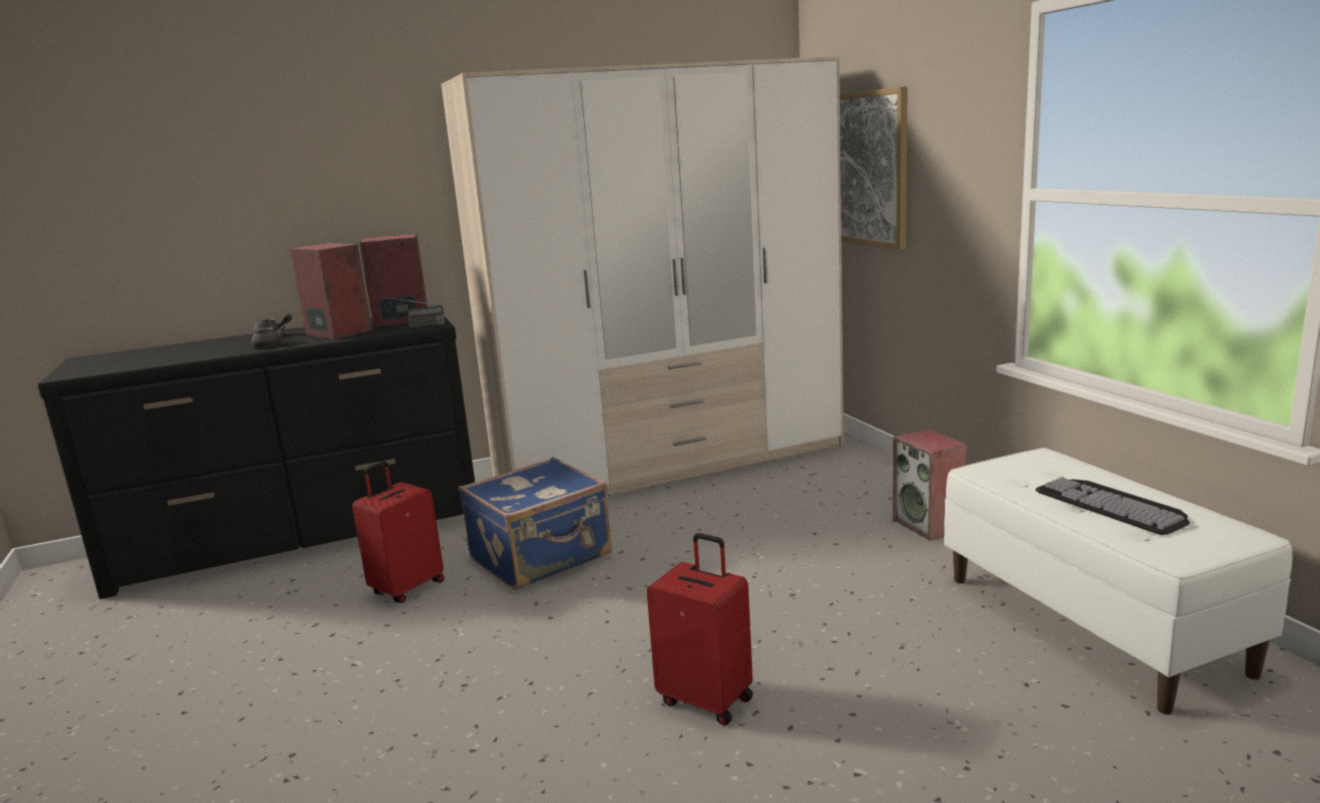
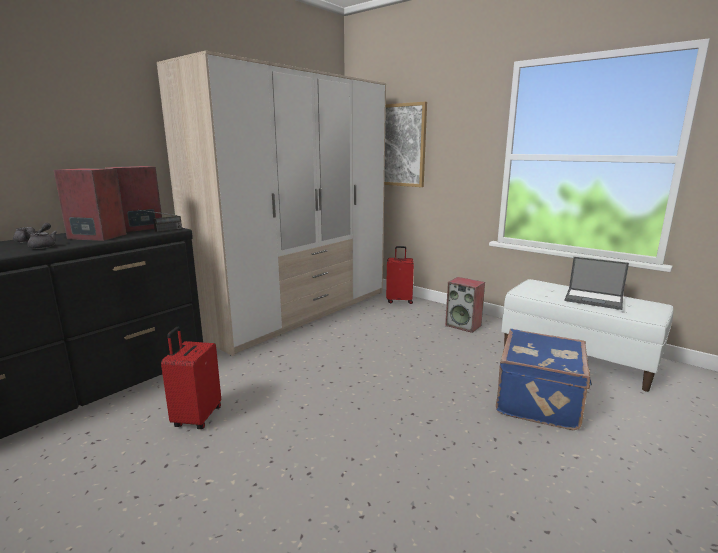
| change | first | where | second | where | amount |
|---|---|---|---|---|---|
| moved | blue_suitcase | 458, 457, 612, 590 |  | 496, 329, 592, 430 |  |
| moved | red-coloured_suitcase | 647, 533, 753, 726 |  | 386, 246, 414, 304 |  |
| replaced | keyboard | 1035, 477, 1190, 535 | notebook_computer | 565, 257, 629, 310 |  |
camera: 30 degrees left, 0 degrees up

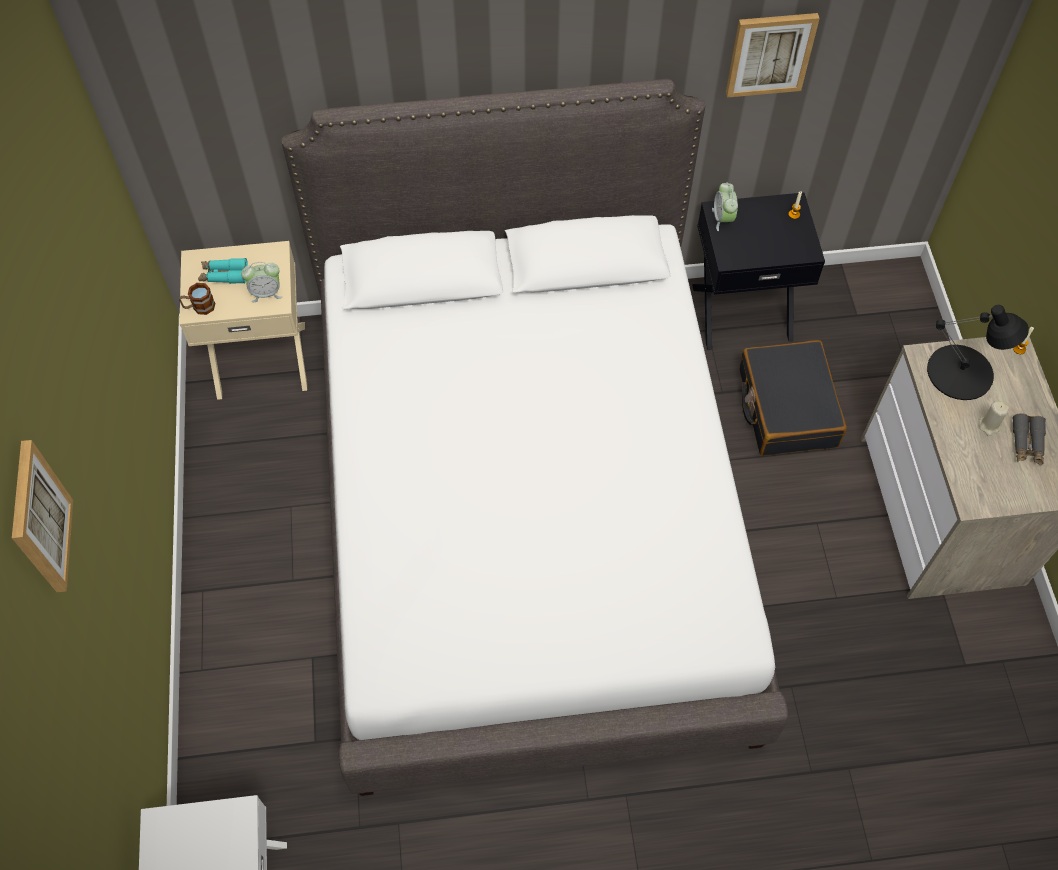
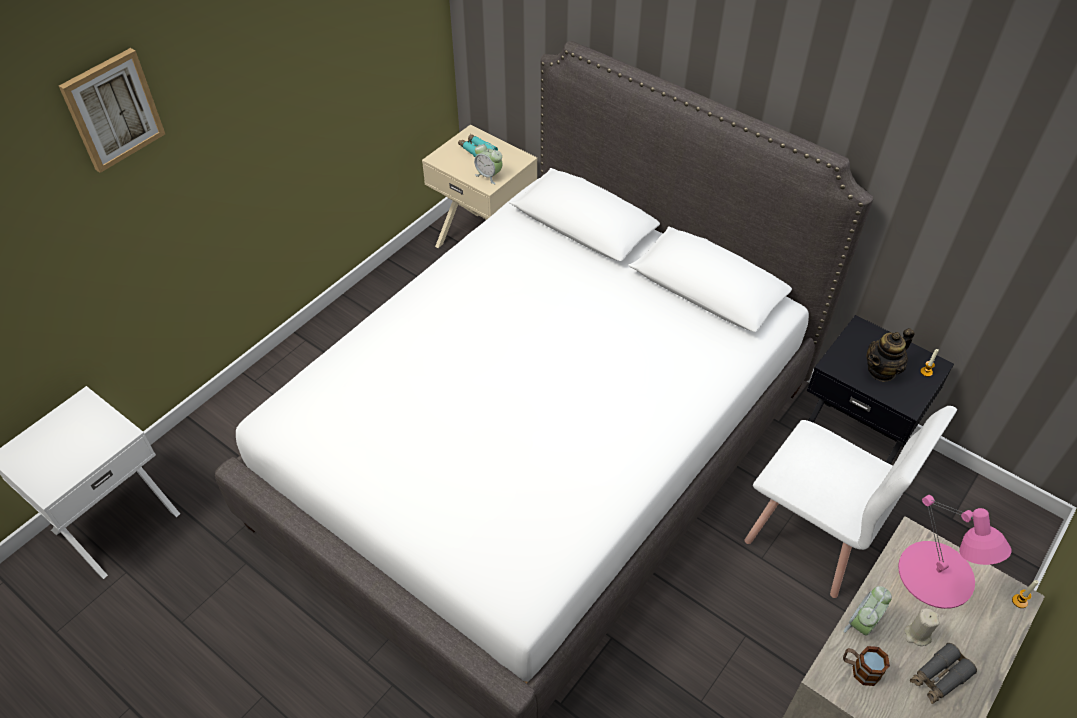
| change | first | where | second | where | amount |
|---|---|---|---|---|---|
| removed | picture | 726, 13, 820, 97 |  |  |  |
| added |  |  | teapot | 866, 328, 914, 382 |  |
| moved | coffee_mug | 179, 283, 216, 315 |  | 843, 646, 890, 686 |  |
| moved | bedside_clock | 712, 182, 738, 231 |  | 843, 586, 892, 636 |  |
| replaced | black-coloured_suitcase | 739, 340, 847, 456 | white-coloured_upright_chair | 745, 406, 957, 598 |  |
| recoloured | black-coloured_tabletop_lamp | 927, 305, 1029, 400 | pinkish_tabletop_lamp | 898, 495, 1012, 609 |  |
camera: 45 degrees right, 10 degrees down

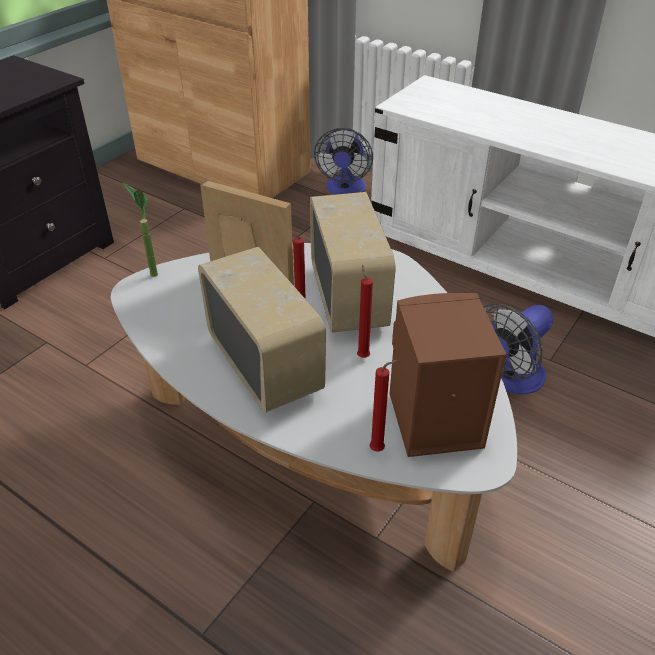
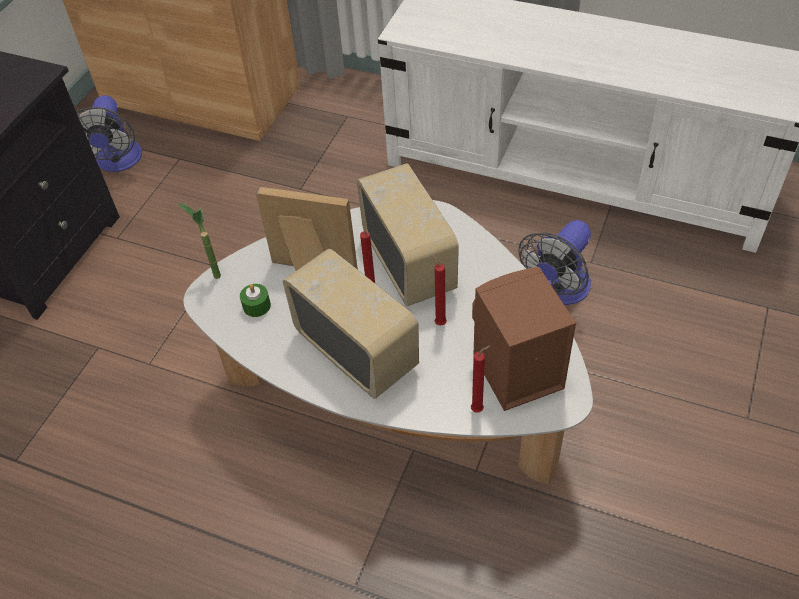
| change | first | where | second | where | amount |
|---|---|---|---|---|---|
| added |  |  | green-coloured_wax_light | 240, 284, 271, 317 |  |
| moved | electric_fan | 314, 128, 373, 195 |  | 76, 95, 142, 172 |  |
camera: 10 degrees left, 10 degrees up

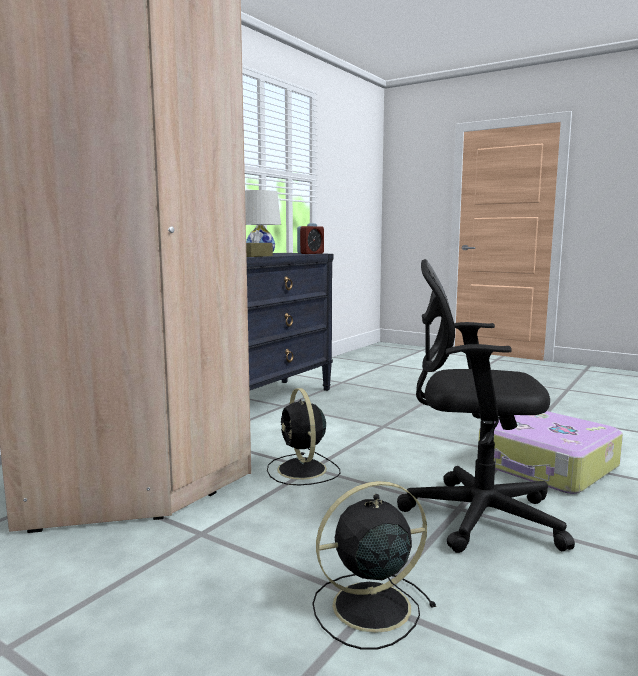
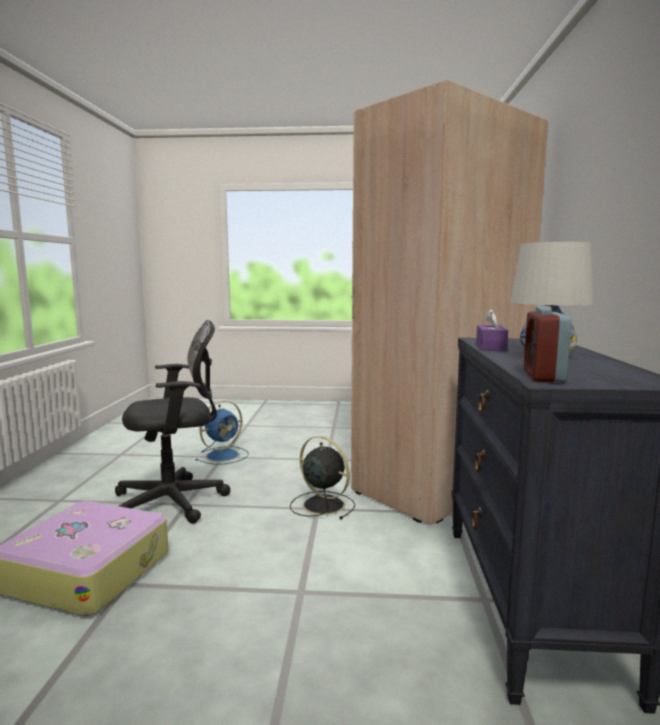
| change | first | where | second | where | amount |
|---|---|---|---|---|---|
| recoloured | brown_tissue_holder | 246, 230, 273, 257 | purple_tissue_holder | 476, 308, 508, 351 |  |
| recoloured | black-coloured_electric_fan | 312, 481, 437, 650 | blue_electric_fan | 195, 401, 249, 465 |  |
camera: 150 degrees right, 0 degrees up

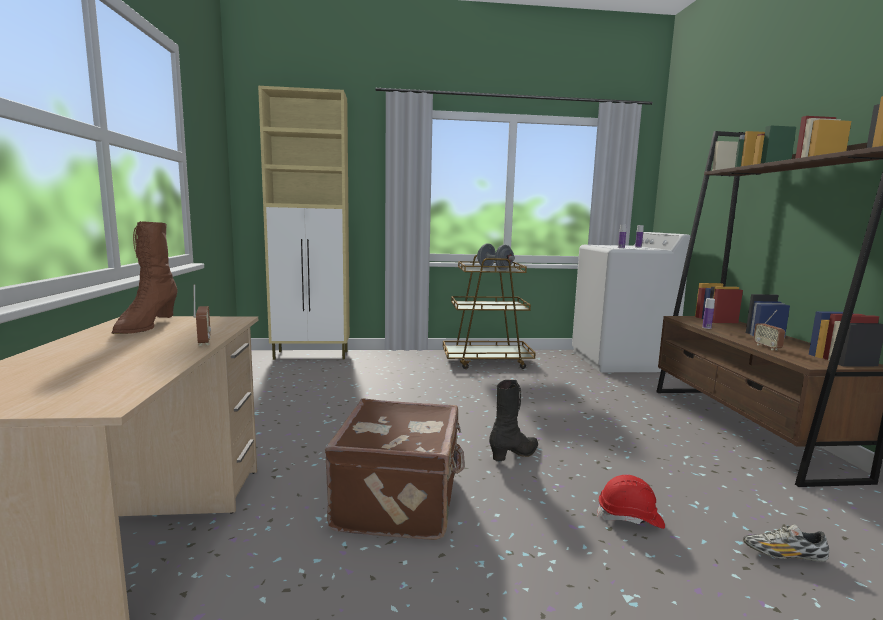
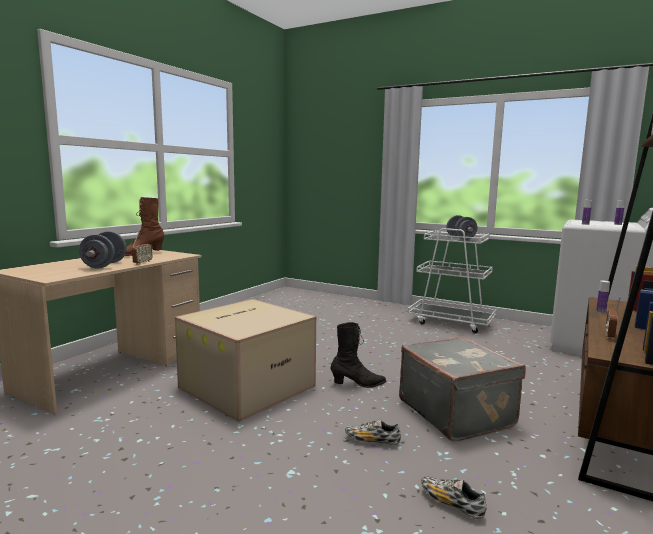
| change | first | where | second | where | amount |
|---|---|---|---|---|---|
| removed | beige_cabinet | 258, 86, 350, 360 |  |  |  |
| added |  |  | grey_dumbbell | 79, 231, 127, 268 |  |
| added |  |  | grey_suitcase | 399, 336, 526, 441 |  |
| replaced | brown_suitcase | 325, 399, 465, 540 | cardboard_box | 175, 299, 316, 422 |  |
| replaced | red-coloured_hard_hat | 597, 475, 665, 529 | low_shoe | 345, 419, 401, 445 |  |
| recoloured | brown_trolley | 443, 255, 536, 369 | white-coloured_trolley | 408, 228, 496, 333 |  |
camera: 35 degrees right, 0 degrees up

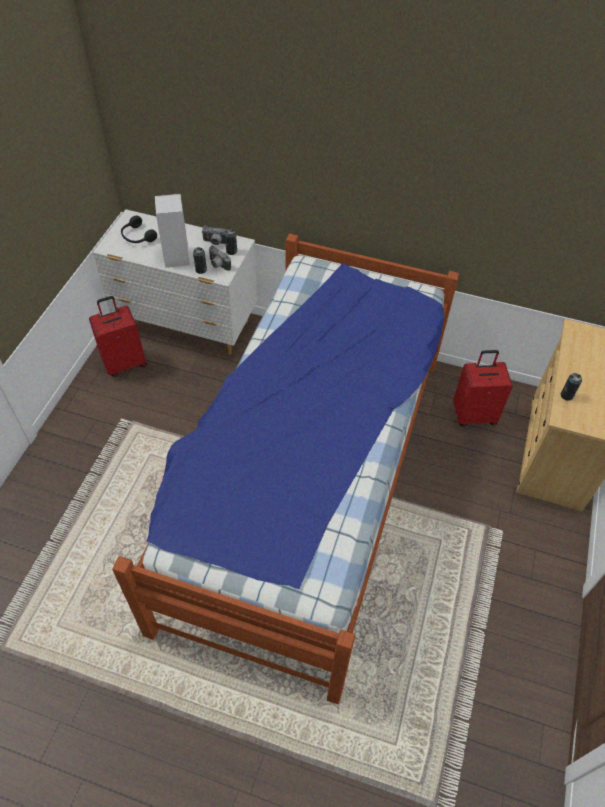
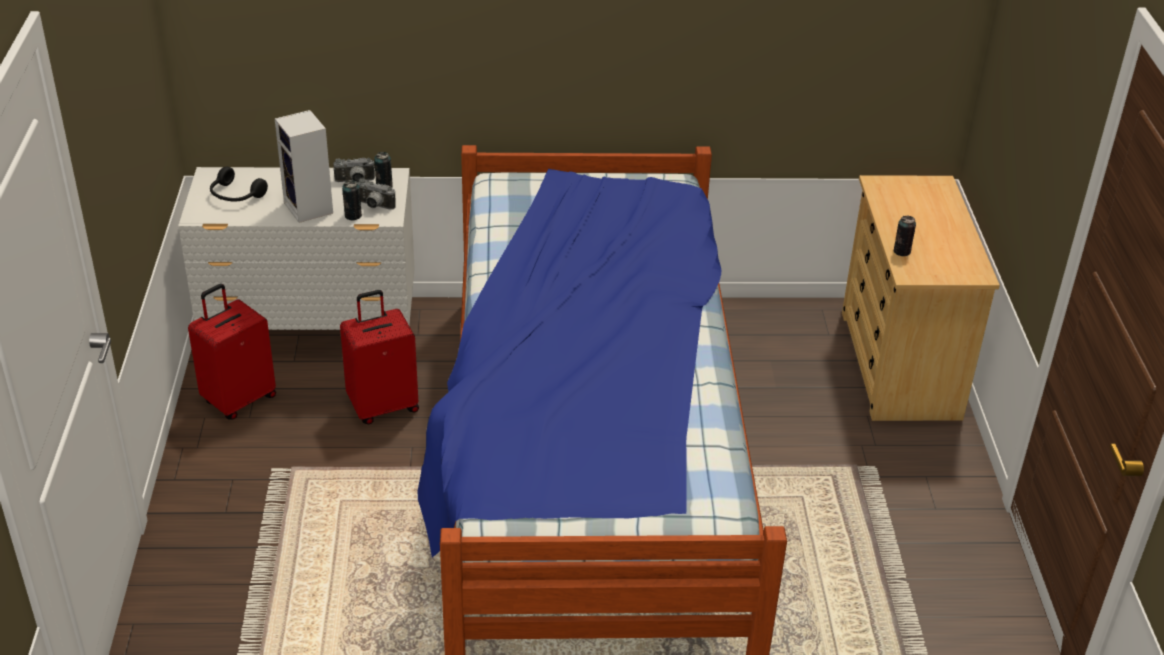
| change | first | where | second | where | amount |
|---|---|---|---|---|---|
| moved | red-coloured_suitcase | 453, 350, 513, 427 |  | 340, 290, 419, 424 |  |
camera: 20 degrees left, 15 degrees down

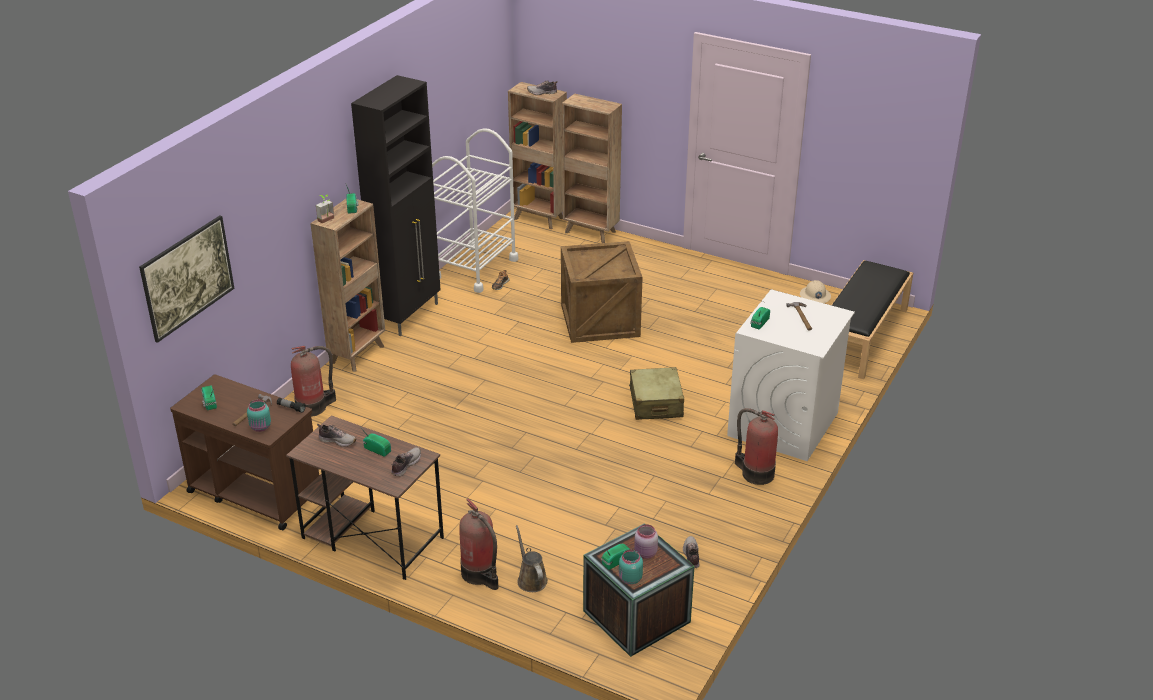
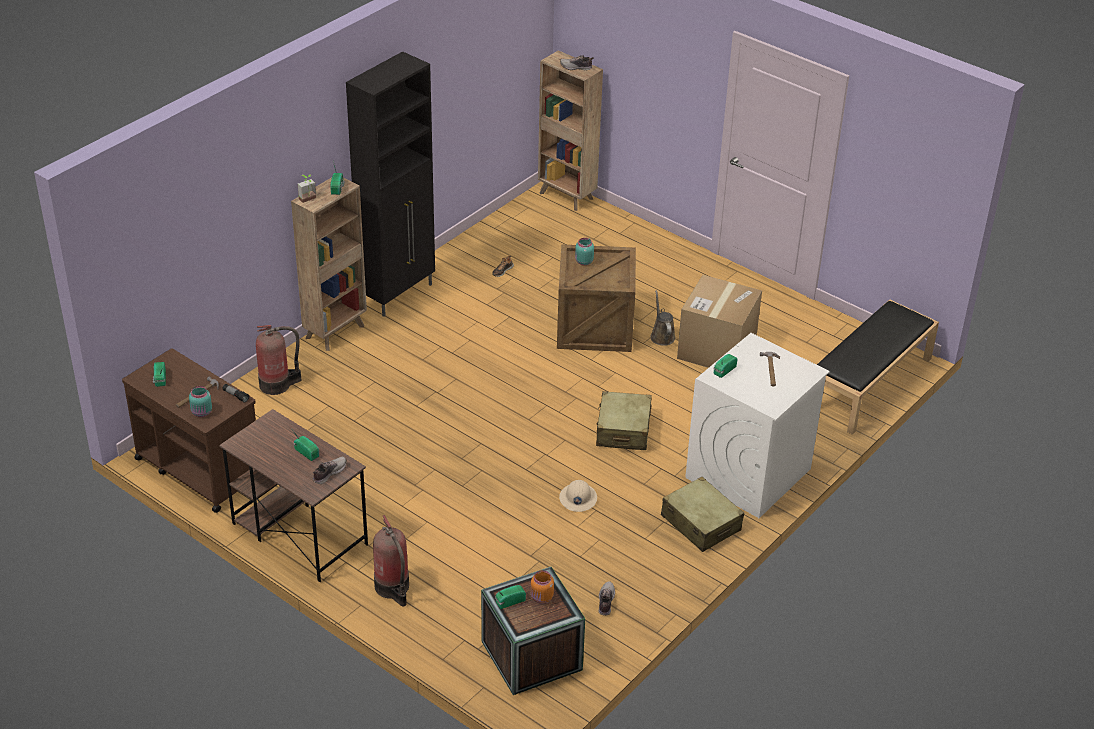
| change | first | where | second | where | amount |
|---|---|---|---|---|---|
| removed | picture | 139, 216, 234, 343 |  |  |  |
| removed | low_shoe | 317, 424, 357, 447 |  |  |  |
| removed | white-coloured_trolley | 432, 128, 518, 293 |  |  |  |
| removed | brown_shelving_unit | 562, 94, 622, 243 |  |  |  |
| added |  |  | cardboard_box | 677, 275, 762, 368 |  |
| moved | brown_watering_pot | 516, 525, 548, 592 |  | 650, 290, 676, 346 |  |
| moved | turquoise_preserve_jar | 619, 550, 643, 585 |  | 575, 238, 594, 265 |  |
| moved | beige_hard_hat | 800, 280, 831, 303 |  | 559, 480, 597, 512 |  |
| replaced | extinguisher | 735, 408, 778, 485 | beige_suitcase | 661, 477, 744, 552 |  |
| recoloured | pinkish_preserve_jar | 634, 524, 658, 559 | orangey_preserve_jar | 531, 570, 554, 604 |  |
camera: 10 degrees right, 5 degrees up

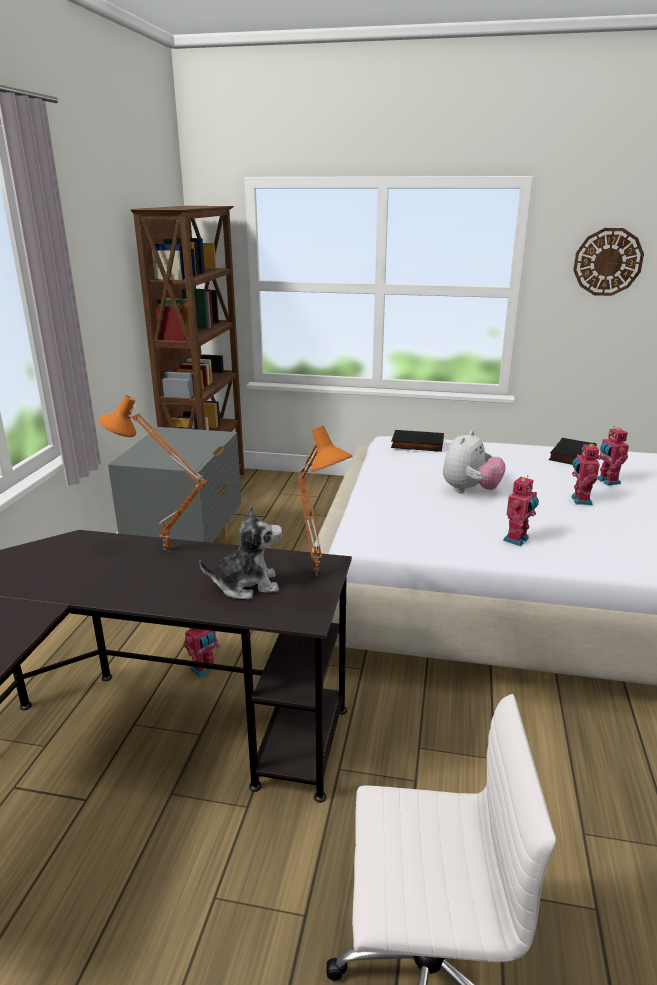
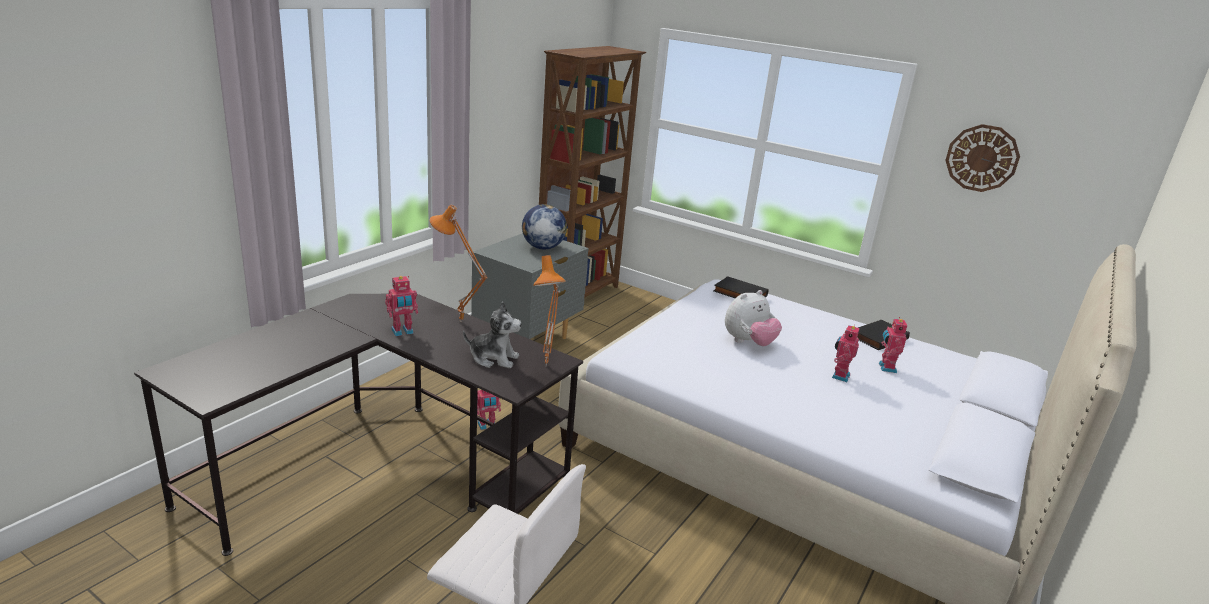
| change | first | where | second | where | amount |
|---|---|---|---|---|---|
| added |  |  | desk_globe | 522, 204, 567, 250 |  |
| moved | model_robot | 503, 475, 539, 546 |  | 385, 276, 418, 336 |  |
camera: 20 degrees right, 0 degrees up

